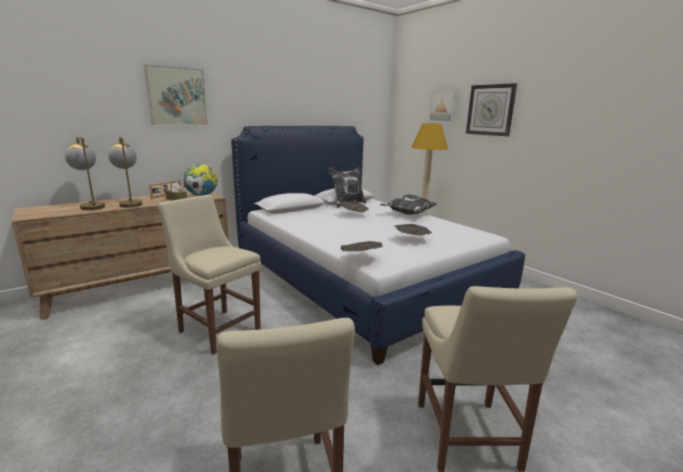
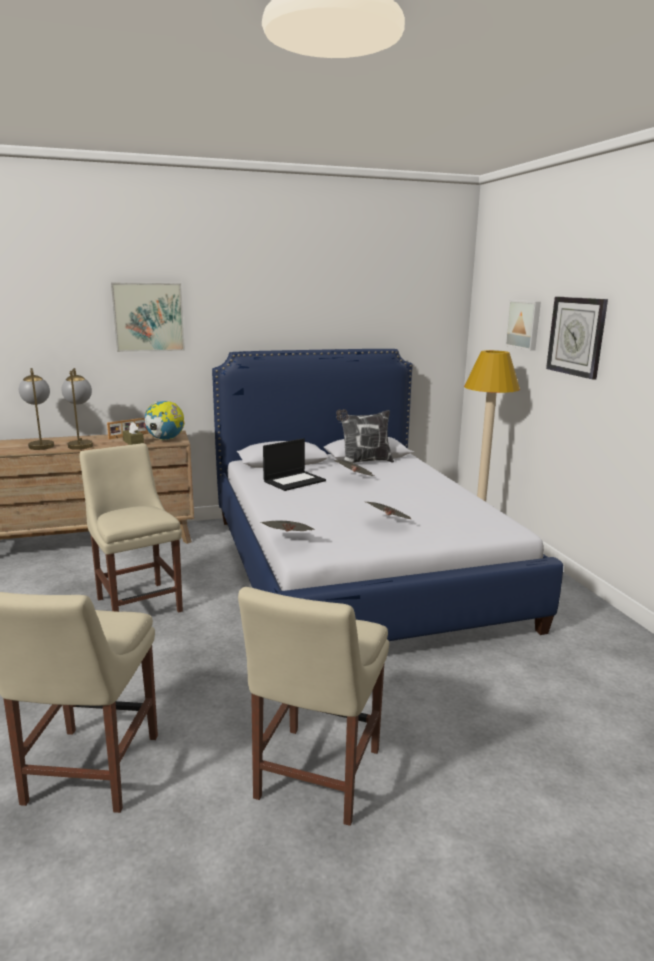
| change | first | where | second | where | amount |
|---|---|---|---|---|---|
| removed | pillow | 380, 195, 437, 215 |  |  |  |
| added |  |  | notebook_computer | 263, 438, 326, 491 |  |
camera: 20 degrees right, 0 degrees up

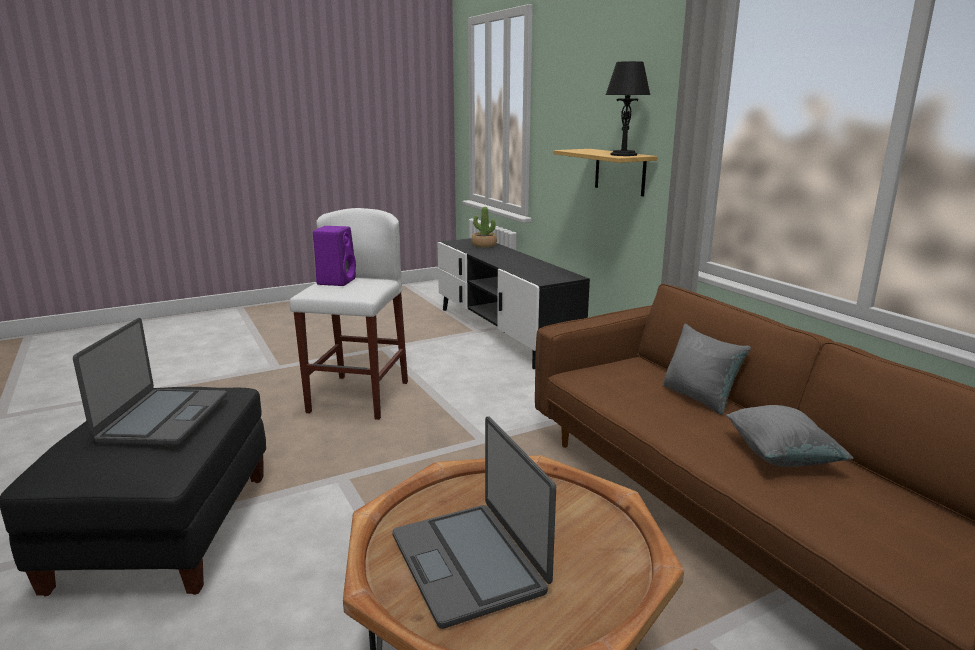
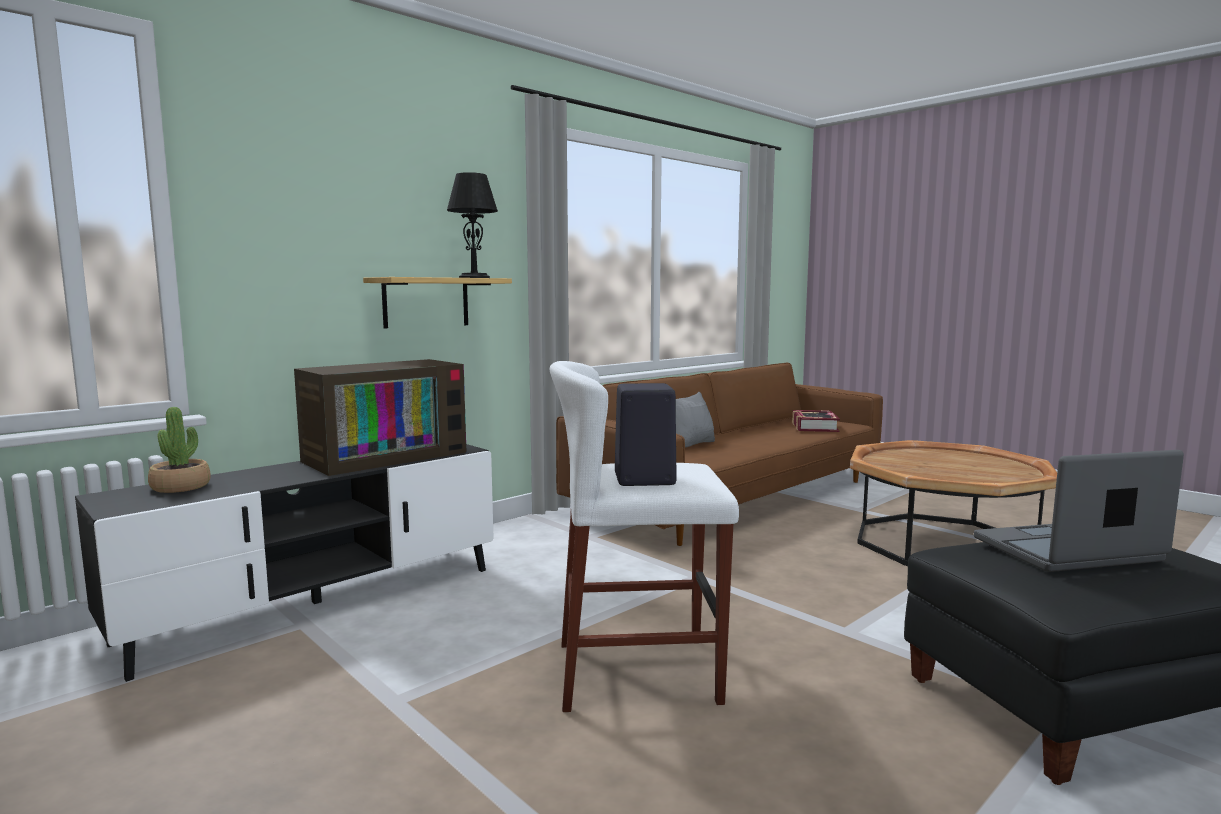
| change | first | where | second | where | amount |
|---|---|---|---|---|---|
| removed | notebook_computer | 392, 416, 556, 629 |  |  |  |
| removed | grey_pillow | 726, 405, 853, 467 |  |  |  |
| added |  |  | TV_set | 294, 359, 467, 476 |  |
| added |  |  | bound_book | 792, 410, 840, 432 |  |
| recoloured | purple_audio_speaker | 313, 226, 356, 286 | black-coloured_audio_speaker | 615, 383, 677, 486 |  |
camera: 105 degrees left, 10 degrees down

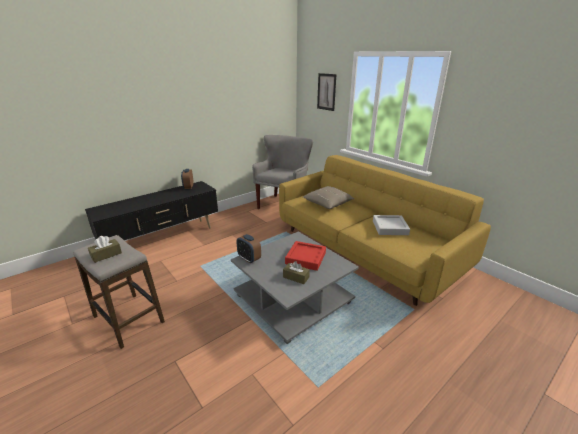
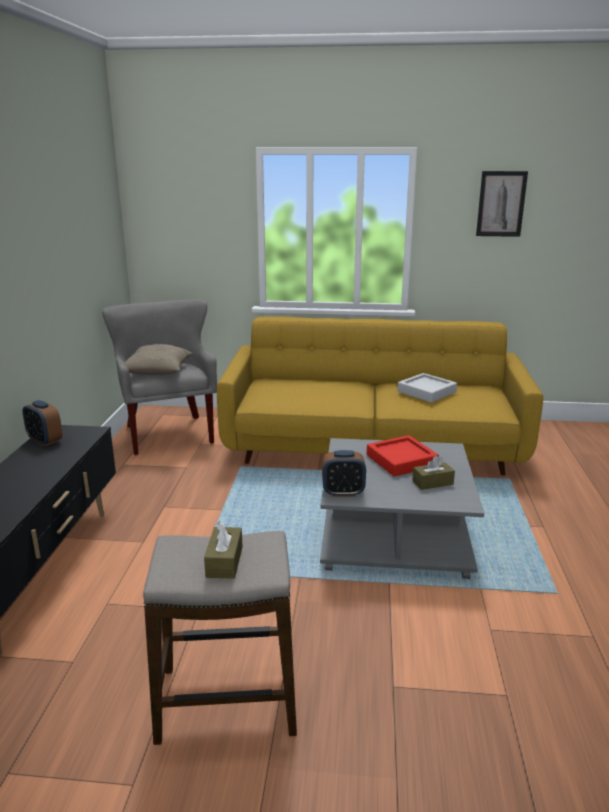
| change | first | where | second | where | amount |
|---|---|---|---|---|---|
| moved | beige_pillow | 303, 186, 354, 209 |  | 119, 344, 193, 375 |  |
| moved | picture | 317, 73, 336, 111 |  | 476, 171, 528, 237 |  |
camera: 45 degrees left, 5 degrees down

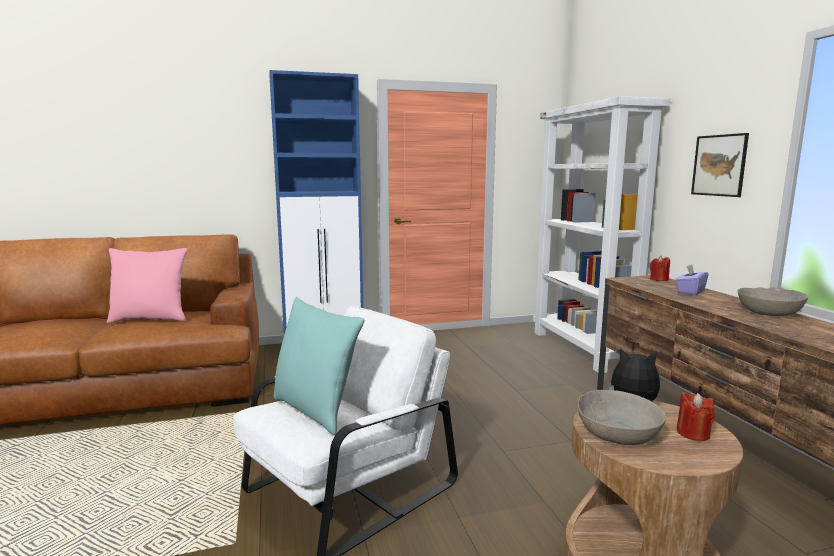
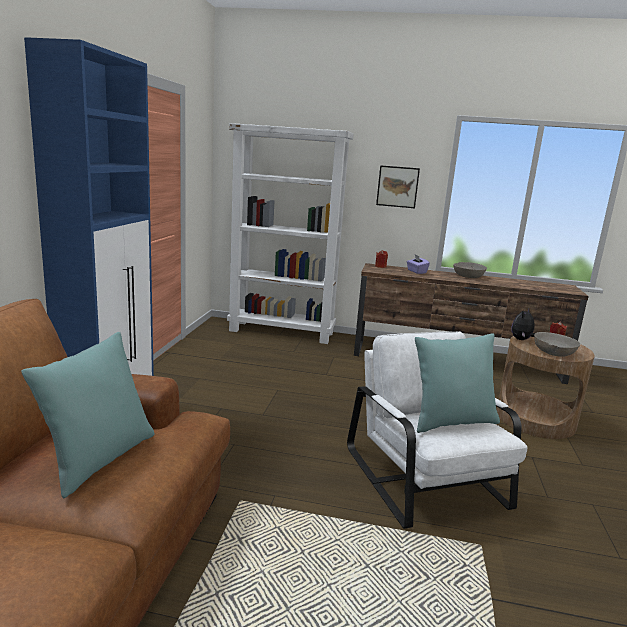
| change | first | where | second | where | amount |
|---|---|---|---|---|---|
| recoloured | pinkish_pillow | 107, 248, 188, 323 | turquoise_pillow | 21, 332, 155, 498 |  |
camera: 65 degrees left, 5 degrees up

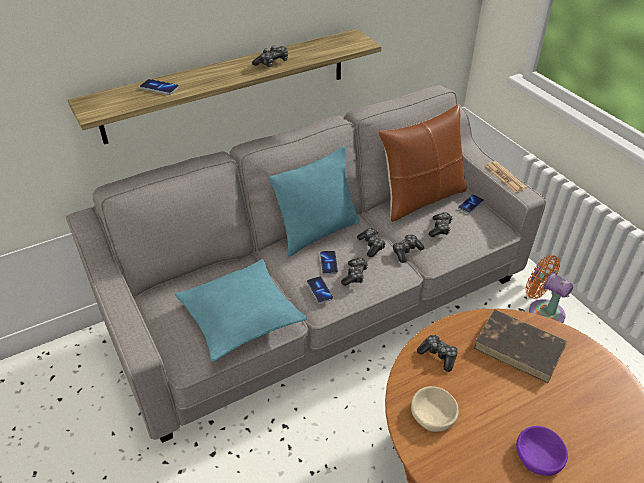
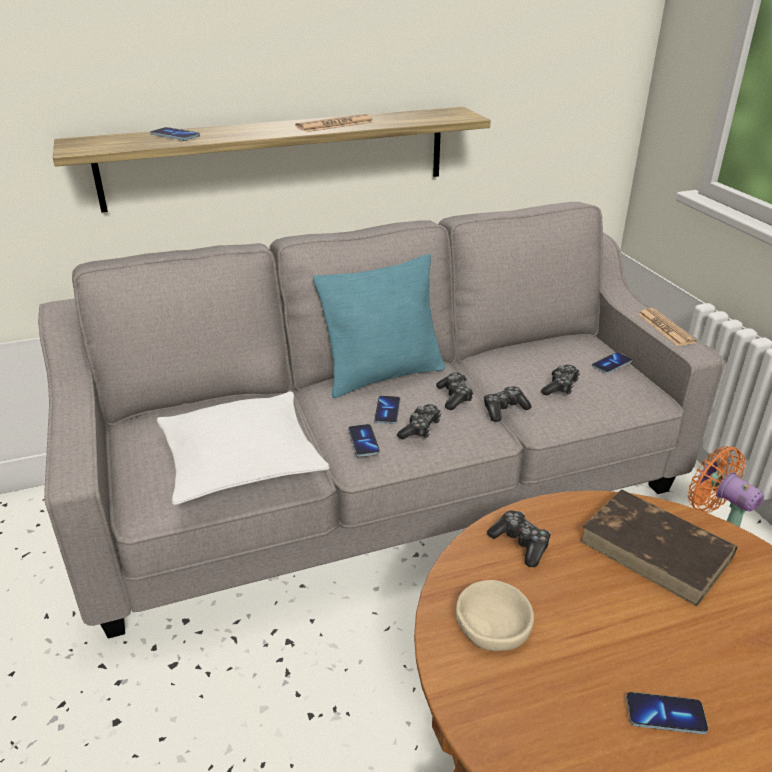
| change | first | where | second | where | amount |
|---|---|---|---|---|---|
| removed | brown_pillow | 378, 104, 467, 222 |  |  |  |
| replaced | joypad | 252, 45, 288, 67 | newspaper | 295, 114, 374, 132 |  |
| replaced | purple_serving_bowl | 516, 426, 568, 476 | phone | 626, 692, 708, 734 |  |
| recoloured | turquoise_pillow | 175, 259, 307, 362 | white-coloured_pillow | 157, 391, 330, 505 |  |
camera: 10 degrees right, 10 degrees down

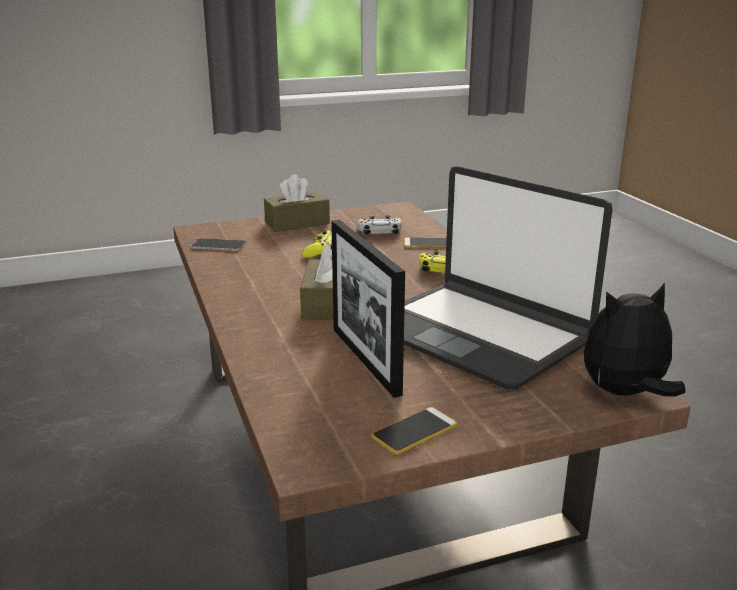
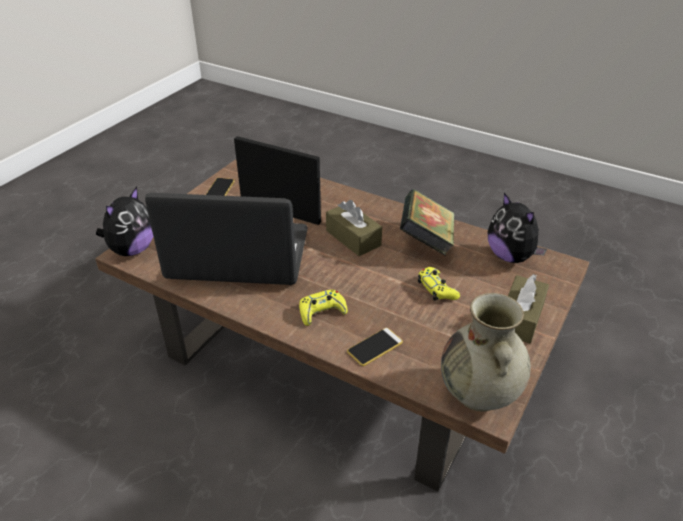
| change | first | where | second | where | amount |
|---|---|---|---|---|---|
| removed | white-coloured_joypad | 357, 215, 402, 235 |  |  |  |
| added |  |  | bound_book | 400, 189, 455, 256 |  |
| added |  |  | beige_flower_vase | 441, 293, 531, 411 |  |
| replaced | phone | 191, 238, 247, 251 | plush_toy | 488, 193, 547, 263 |  |
camera: 140 degrees right, 15 degrees up

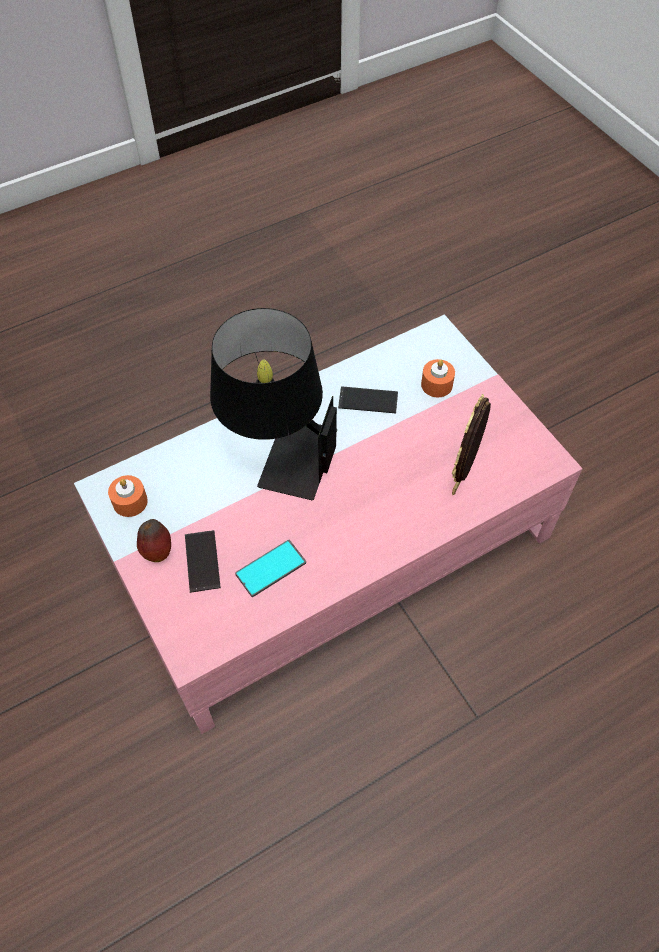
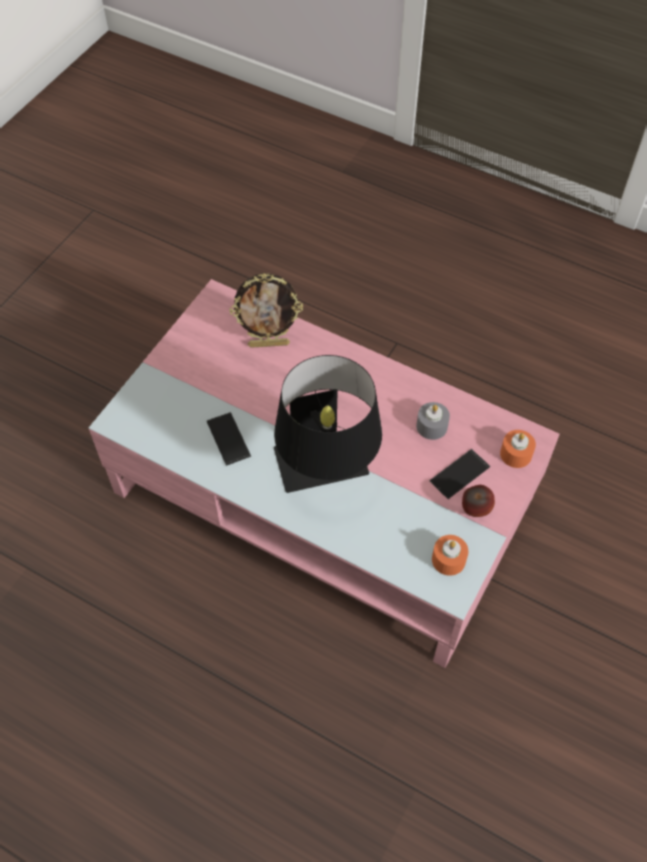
| change | first | where | second | where | amount |
|---|---|---|---|---|---|
| moved | orangey_wax_light | 421, 359, 455, 397 |  | 500, 430, 536, 468 |  |
| replaced | phone | 235, 540, 306, 597 | grey_wax_light | 416, 402, 450, 440 |  |
camera: 120 degrees left, 0 degrees up

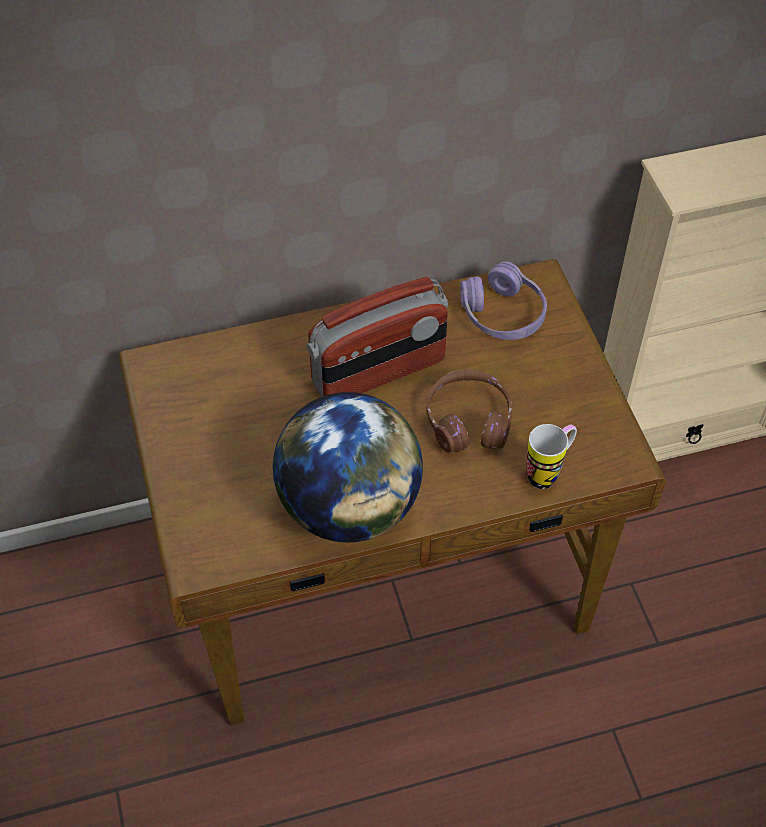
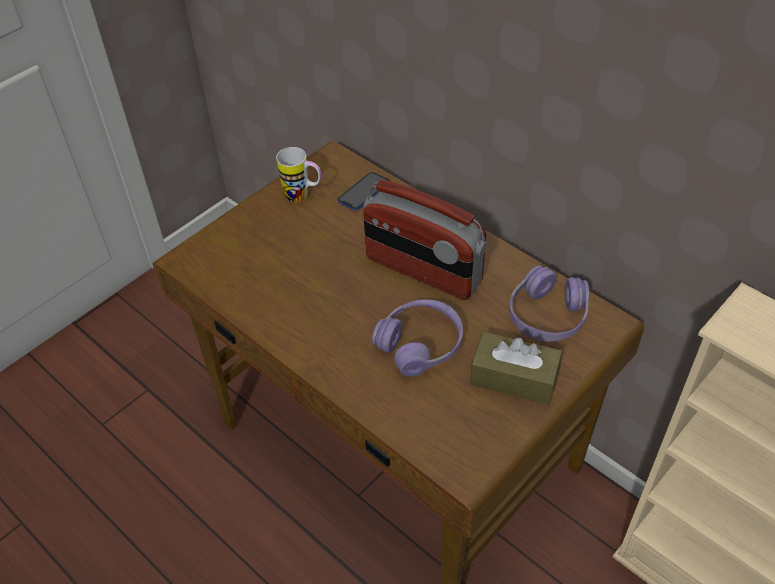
| change | first | where | second | where | amount |
|---|---|---|---|---|---|
| removed | desk_globe | 273, 392, 423, 542 |  |  |  |
| added |  |  | phone | 338, 172, 390, 211 |  |
| added |  |  | brown_tissue_holder | 470, 332, 562, 405 |  |
| moved | coffee_mug | 527, 424, 577, 489 |  | 276, 147, 321, 203 |  |
| recoloured | brown_headset | 427, 369, 512, 453 | purple_headset | 372, 300, 463, 377 |  |
camera: 60 degrees right, 5 degrees down

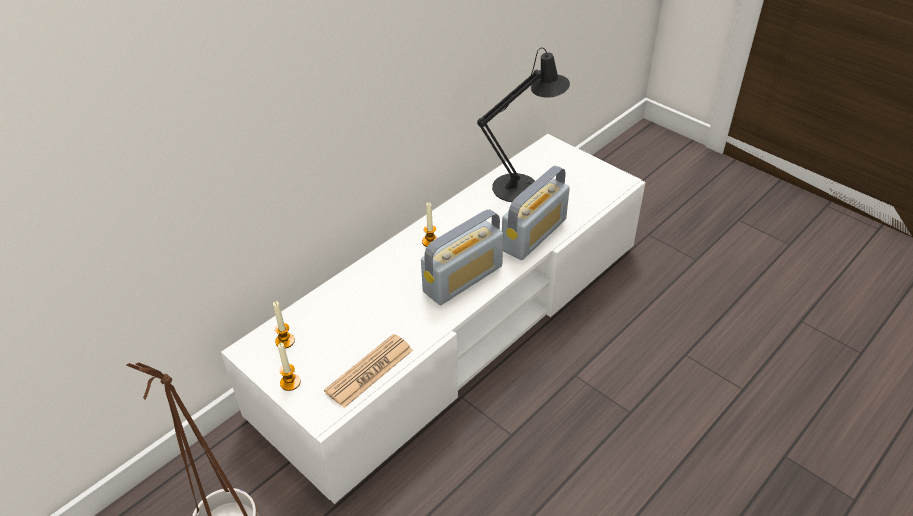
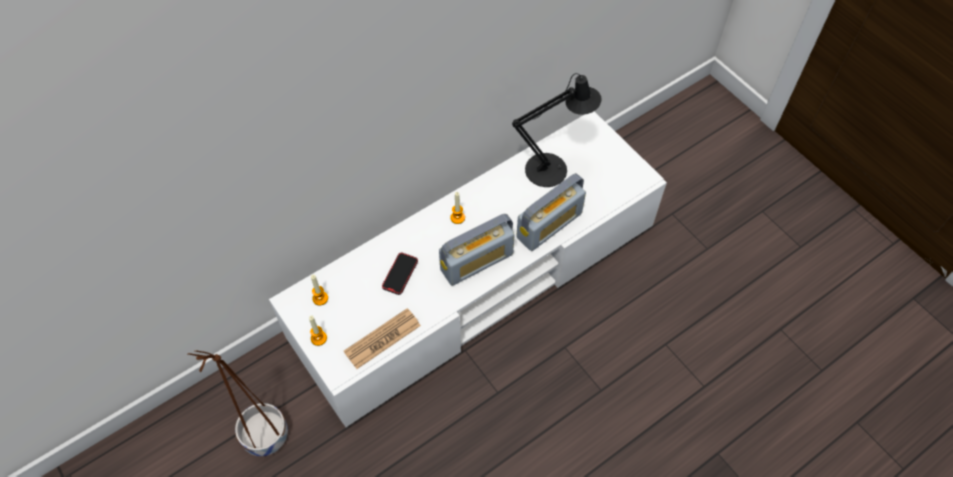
| change | first | where | second | where | amount |
|---|---|---|---|---|---|
| added |  |  | phone | 382, 252, 418, 295 |  |
camera: 10 degrees right, 15 degrees up

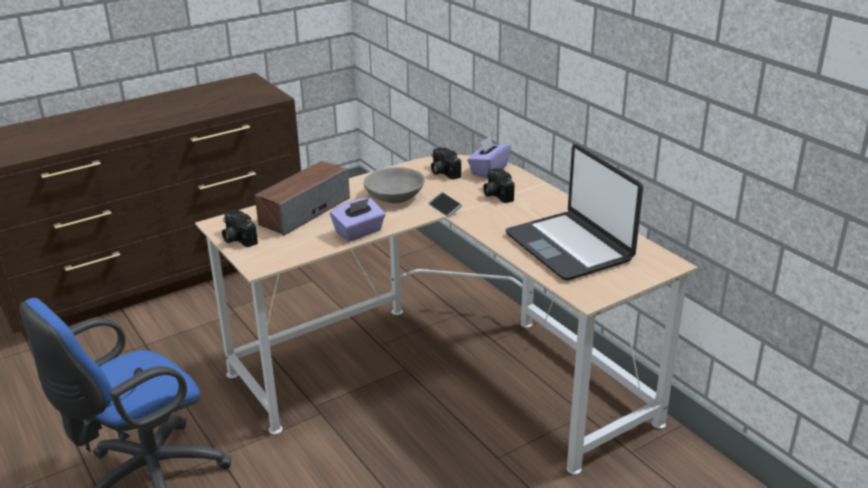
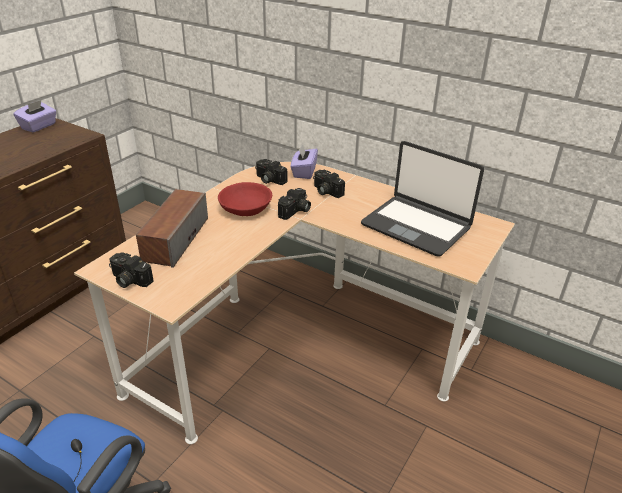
| change | first | where | second | where | amount |
|---|---|---|---|---|---|
| moved | purple_tissue_holder | 330, 198, 385, 241 |  | 13, 100, 56, 132 |  |
| replaced | phone | 429, 192, 462, 217 | photo_camera | 278, 188, 311, 220 |  |
| recoloured | grey_serving_bowl | 364, 167, 425, 203 | red-coloured_serving_bowl | 218, 182, 272, 216 |  |
camera: 25 degrees left, 5 degrees up

